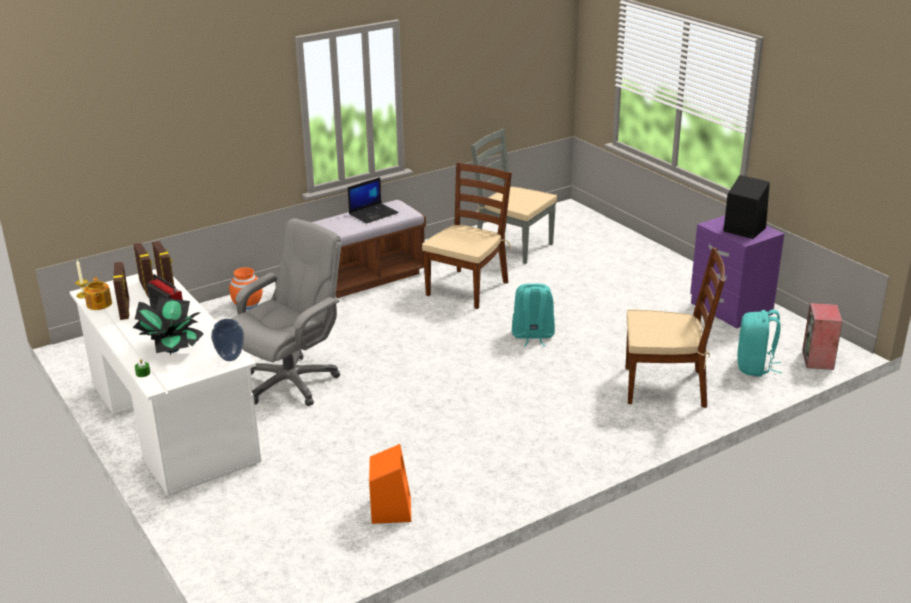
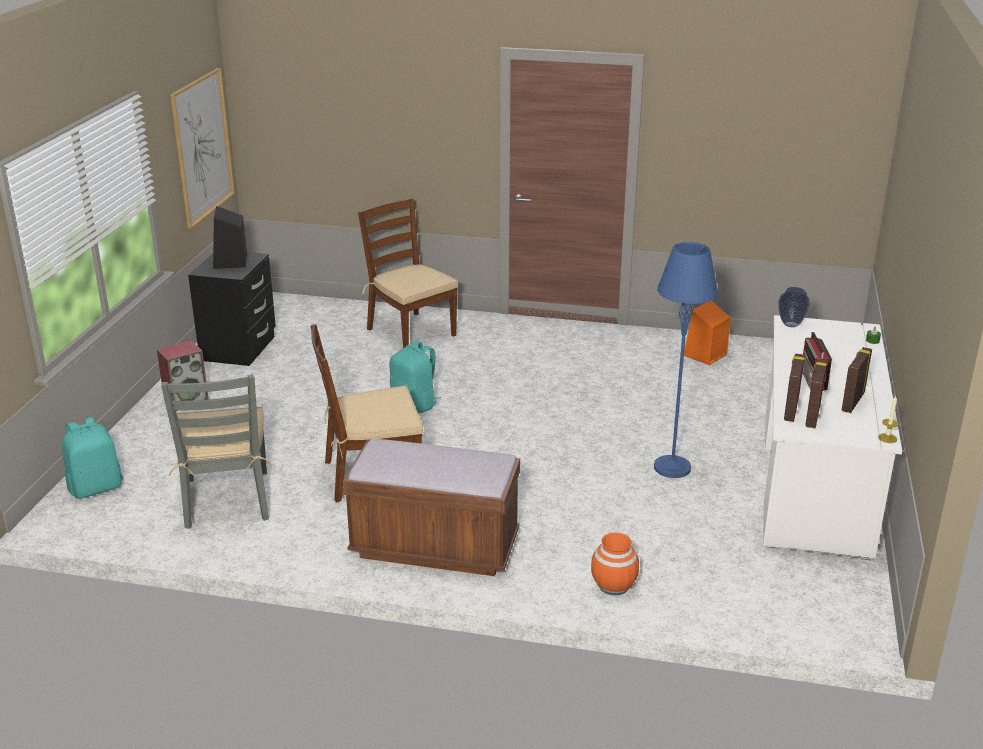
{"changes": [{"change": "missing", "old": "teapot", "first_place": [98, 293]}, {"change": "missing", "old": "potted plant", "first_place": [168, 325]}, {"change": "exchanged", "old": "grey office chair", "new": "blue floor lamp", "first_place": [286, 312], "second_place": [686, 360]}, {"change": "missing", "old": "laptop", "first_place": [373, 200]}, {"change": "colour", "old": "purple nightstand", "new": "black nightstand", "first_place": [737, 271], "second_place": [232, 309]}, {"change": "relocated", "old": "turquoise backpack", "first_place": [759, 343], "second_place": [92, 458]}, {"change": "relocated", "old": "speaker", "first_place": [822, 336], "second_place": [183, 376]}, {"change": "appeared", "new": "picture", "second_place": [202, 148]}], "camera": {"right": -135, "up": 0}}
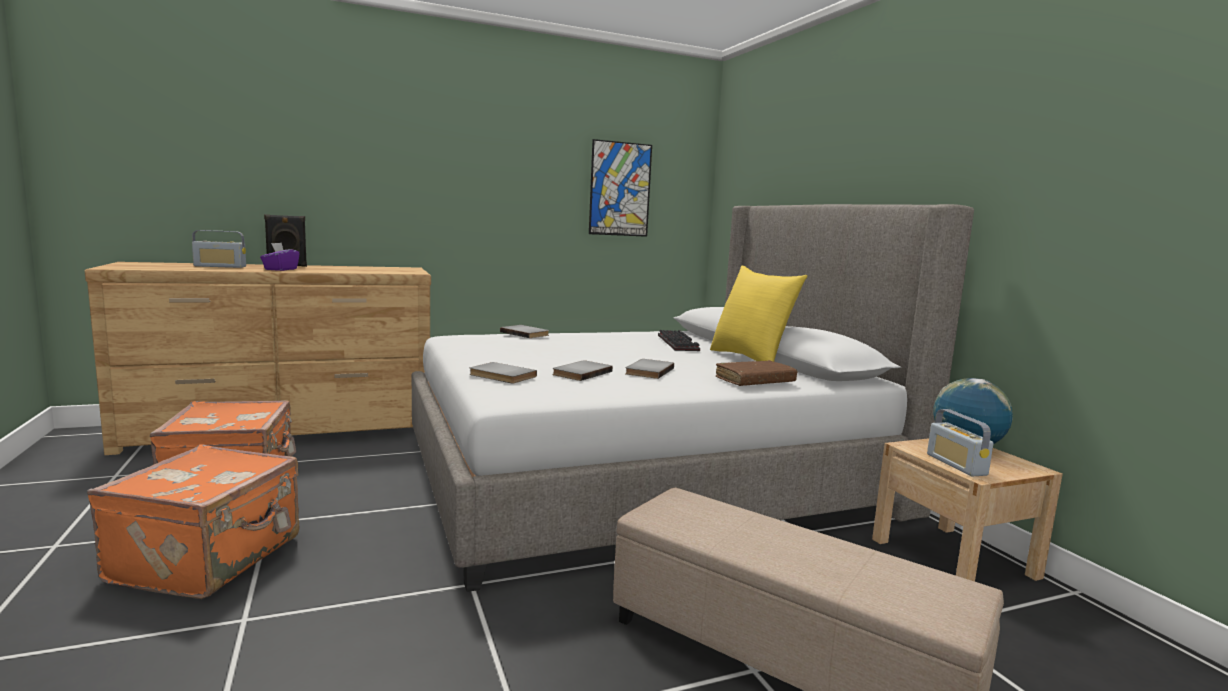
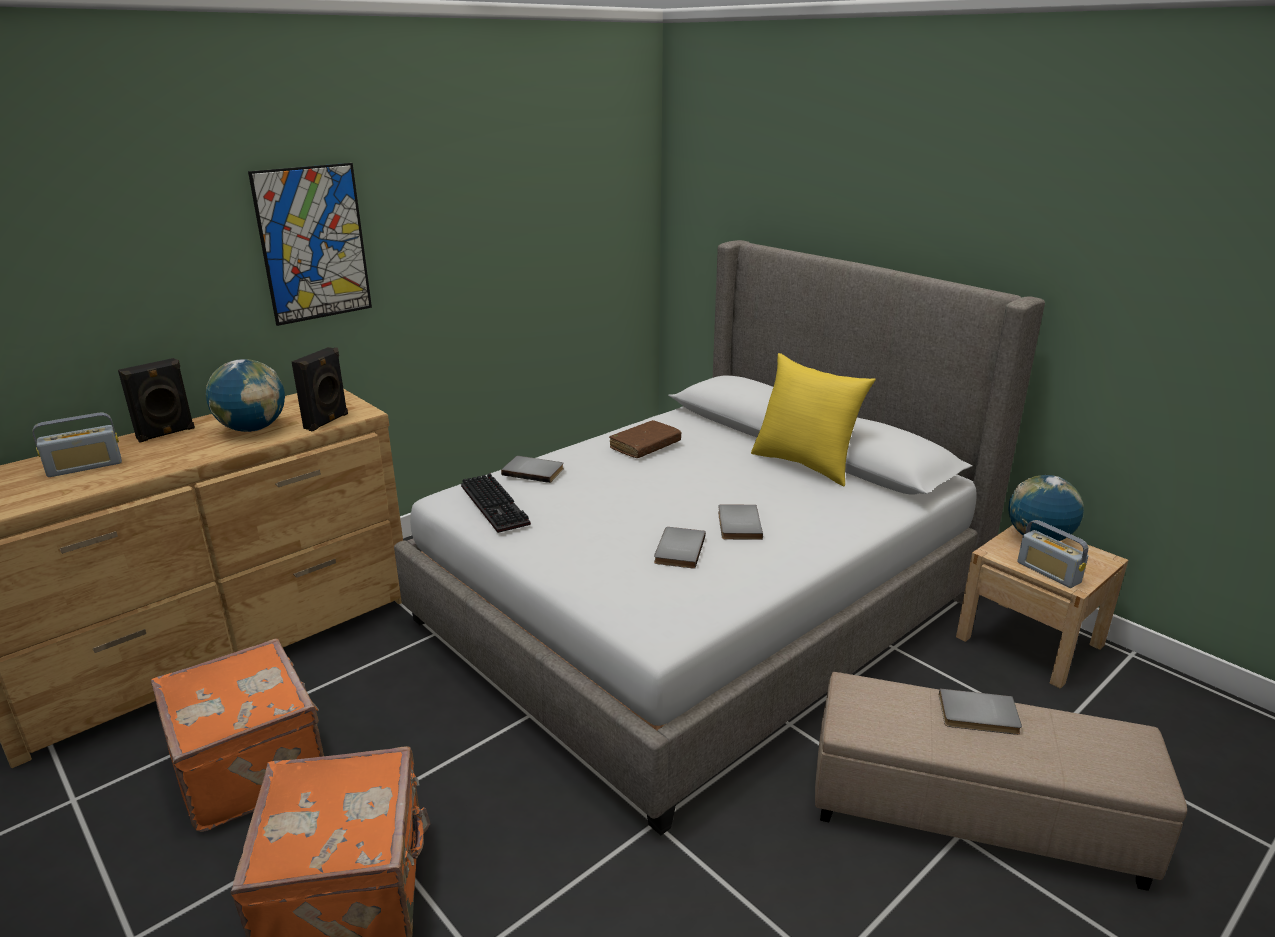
{"changes": [{"change": "missing", "old": "purple tissue box", "first_place": [280, 257]}, {"change": "relocated", "old": "grey book", "first_place": [503, 373], "second_place": [980, 712]}, {"change": "relocated", "old": "picture", "first_place": [620, 188], "second_place": [310, 244]}, {"change": "relocated", "old": "keyboard", "first_place": [679, 340], "second_place": [496, 503]}, {"change": "relocated", "old": "brown book", "first_place": [757, 373], "second_place": [645, 439]}, {"change": "appeared", "new": "globe", "second_place": [245, 395]}, {"change": "appeared", "new": "black speaker", "second_place": [320, 389]}], "camera": {"right": -20, "up": 15}}
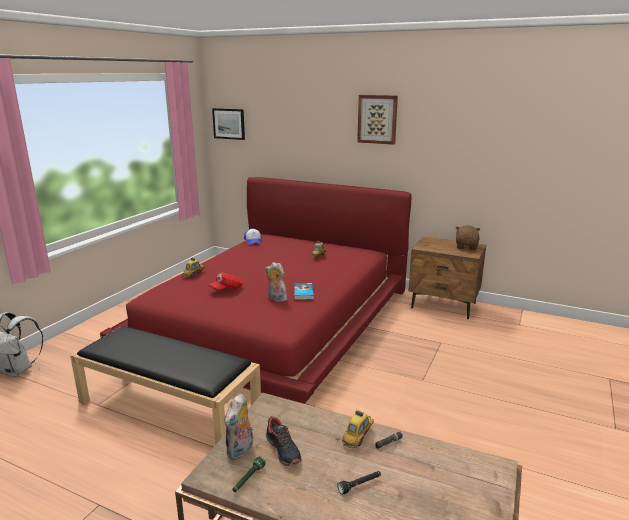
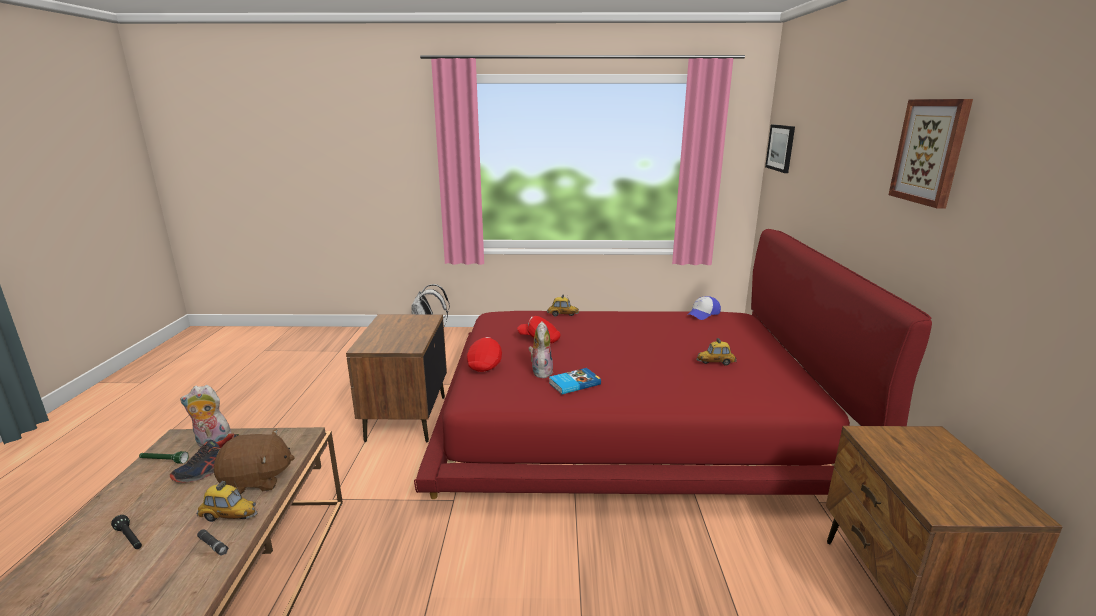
{"changes": [{"change": "exchanged", "old": "black bench", "new": "brown nightstand", "first_place": [165, 386], "second_place": [396, 378]}, {"change": "relocated", "old": "brown plush toy", "first_place": [467, 237], "second_place": [254, 461]}, {"change": "appeared", "new": "red cap", "second_place": [484, 354]}], "camera": {"right": 65, "up": 0}}
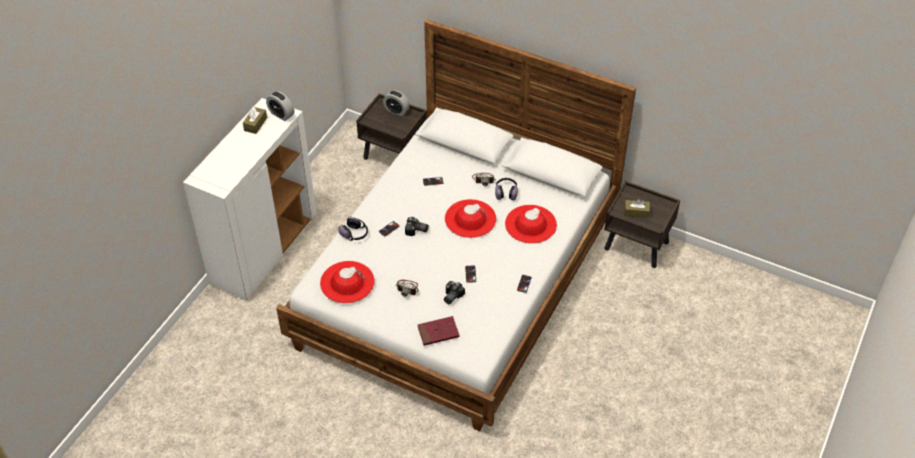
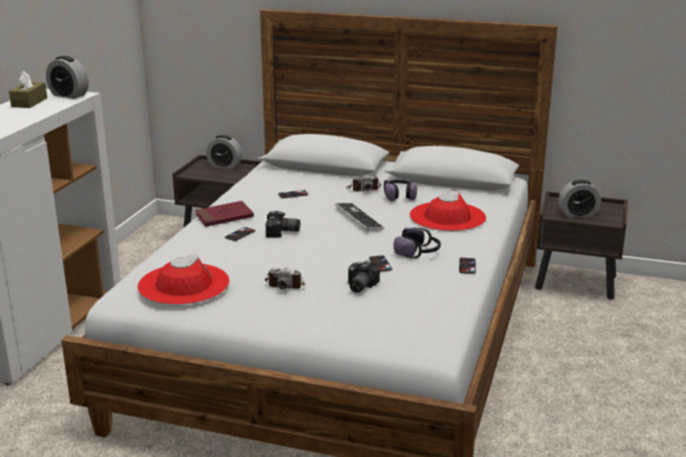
{"changes": [{"change": "relocated", "old": "headphones", "first_place": [353, 228], "second_place": [417, 242]}, {"change": "relocated", "old": "red book", "first_place": [439, 331], "second_place": [224, 214]}, {"change": "exchanged", "old": "red hat", "new": "keyboard", "first_place": [470, 218], "second_place": [359, 217]}, {"change": "exchanged", "old": "brown tissue box", "new": "alarm clock", "first_place": [637, 208], "second_place": [579, 199]}], "camera": {"right": -10, "up": -25}}
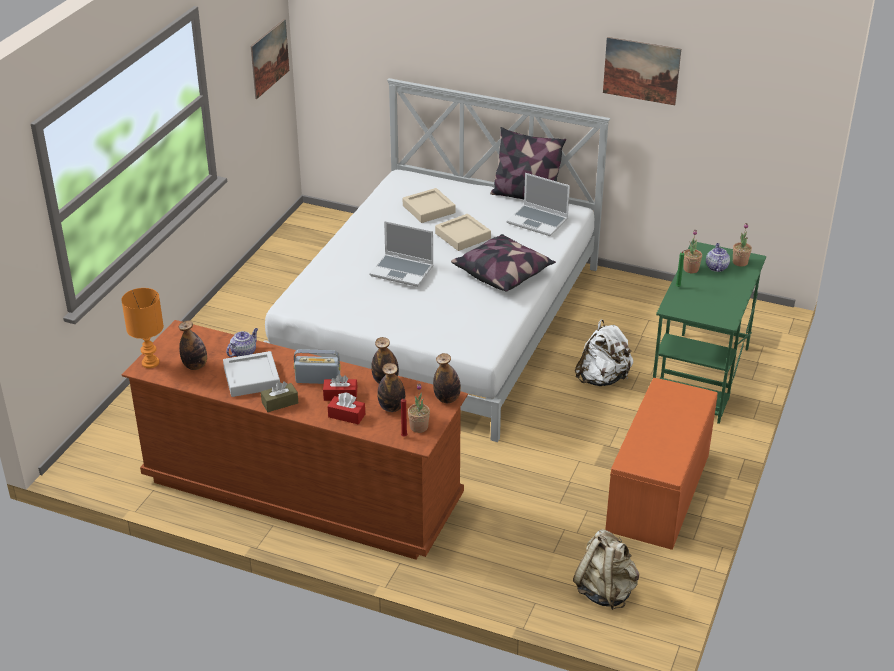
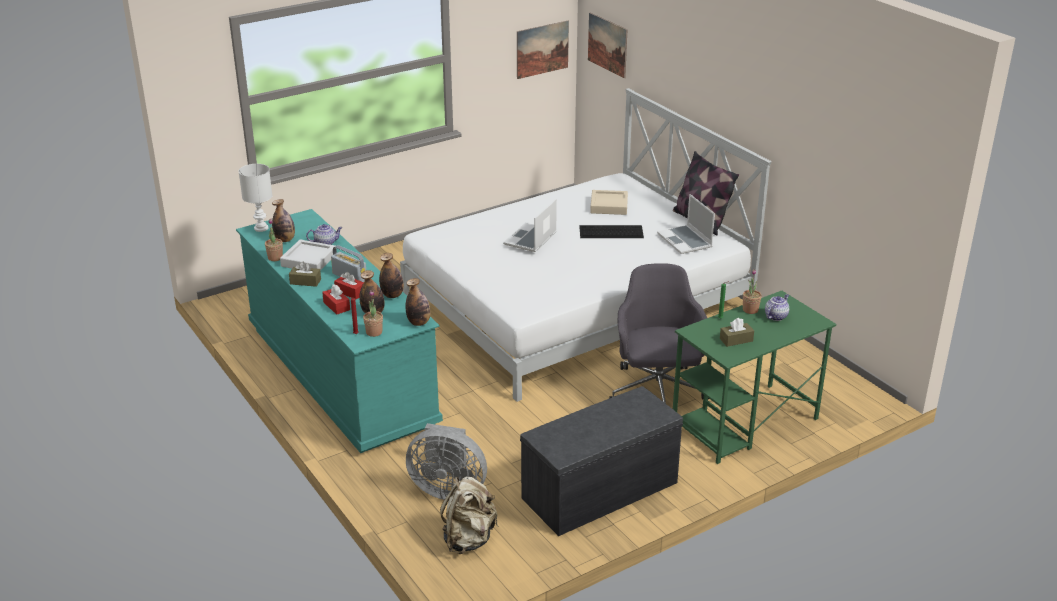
{"changes": [{"change": "colour", "old": "orange table lamp", "new": "white table lamp", "first_place": [142, 328], "second_place": [255, 198]}, {"change": "colour", "old": "brown dresser", "new": "turquoise dresser", "first_place": [295, 440], "second_place": [339, 331]}, {"change": "spun", "old": "laptop", "first_place": [401, 254], "second_place": [530, 225], "degrees": 60}, {"change": "exchanged", "old": "beige tray", "new": "keyboard", "first_place": [463, 232], "second_place": [611, 231]}, {"change": "missing", "old": "pillow", "first_place": [503, 263]}, {"change": "exchanged", "old": "white backpack", "new": "grey office chair", "first_place": [604, 353], "second_place": [659, 333]}, {"change": "relocated", "old": "picture", "first_place": [642, 71], "second_place": [607, 45]}, {"change": "colour", "old": "orange bench", "new": "grey bench", "first_place": [661, 464], "second_place": [601, 461]}, {"change": "relocated", "old": "potted plant", "first_place": [742, 245], "second_place": [274, 240]}, {"change": "appeared", "new": "grey fan", "second_place": [446, 461]}, {"change": "appeared", "new": "brown tissue box", "second_place": [737, 332]}], "camera": {"right": 35, "up": -5}}
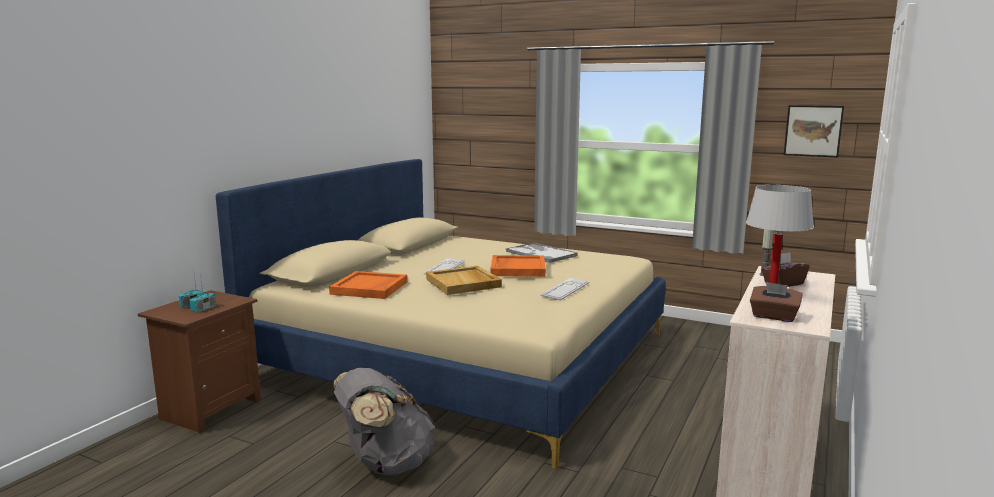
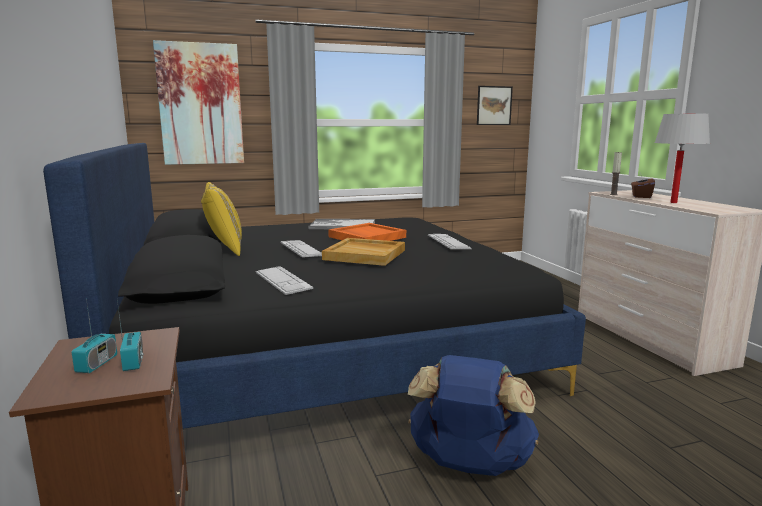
{"changes": [{"change": "colour", "old": "beige bed", "new": "black bed", "first_place": [441, 314], "second_place": [314, 286]}, {"change": "exchanged", "old": "orange tray", "new": "keyboard", "first_place": [368, 285], "second_place": [284, 280]}, {"change": "colour", "old": "grey backpack", "new": "blue backpack", "first_place": [384, 421], "second_place": [473, 415]}, {"change": "missing", "old": "brown tissue box", "first_place": [776, 302]}, {"change": "appeared", "new": "picture", "second_place": [198, 102]}, {"change": "appeared", "new": "yellow pillow", "second_place": [221, 219]}], "camera": {"right": -45, "up": 0}}
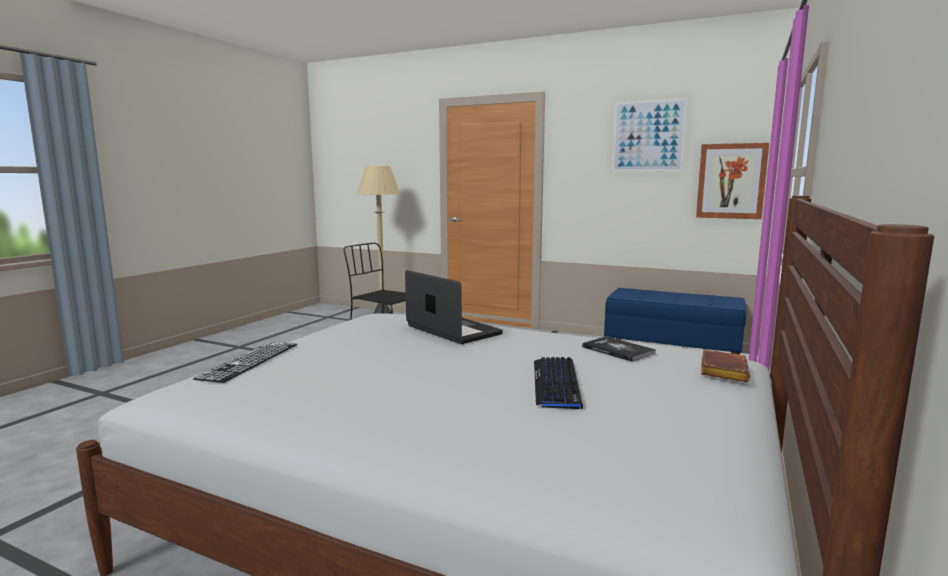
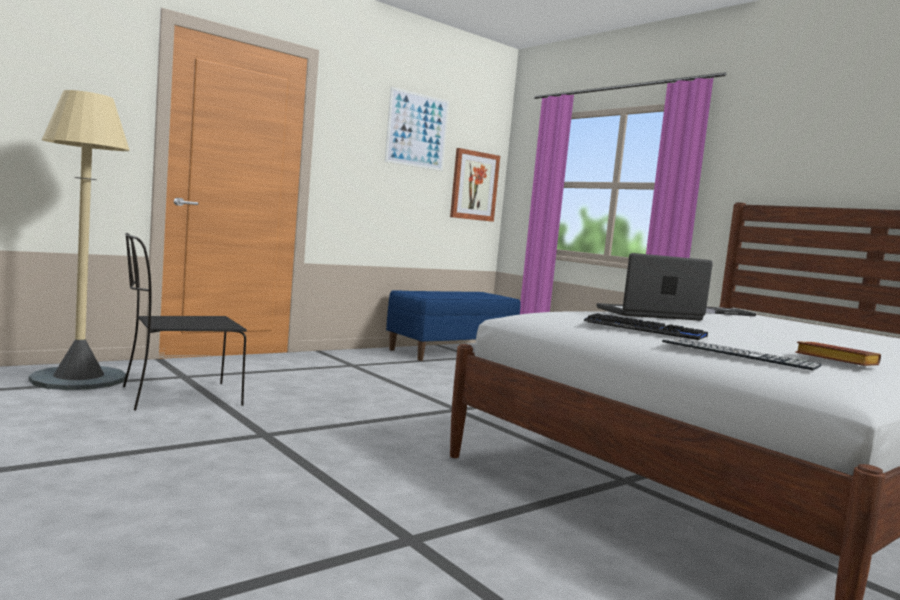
{"changes": [{"change": "relocated", "old": "keyboard", "first_place": [558, 383], "second_place": [645, 326]}, {"change": "relocated", "old": "brown book", "first_place": [725, 365], "second_place": [838, 354]}], "camera": {"right": -65, "up": -5}}
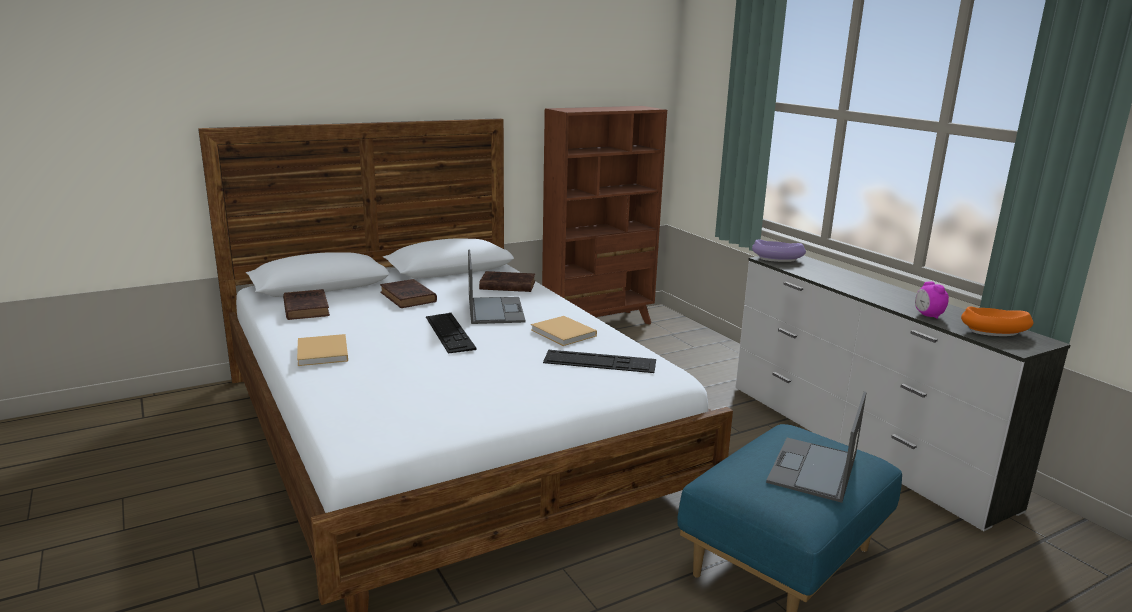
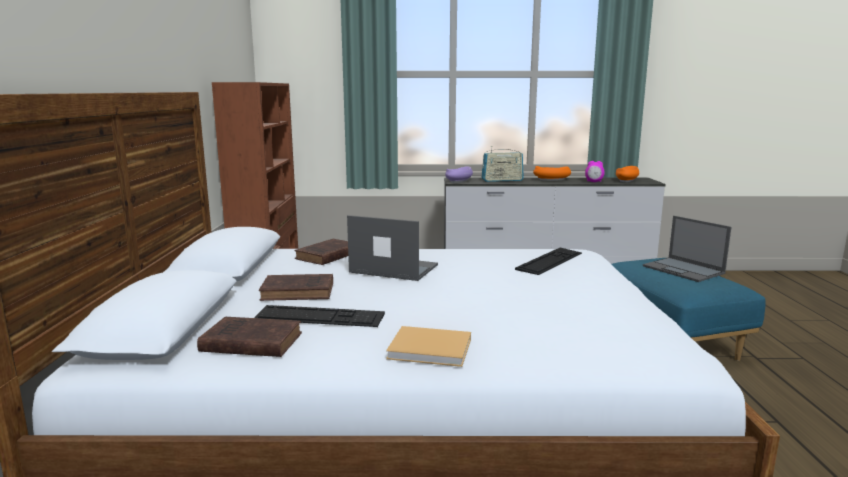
{"changes": [{"change": "relocated", "old": "keyboard", "first_place": [451, 333], "second_place": [319, 316]}, {"change": "missing", "old": "beige book", "first_place": [564, 331]}, {"change": "appeared", "new": "radio", "second_place": [502, 164]}, {"change": "appeared", "new": "orange bowl", "second_place": [552, 173]}], "camera": {"right": -60, "up": -5}}
